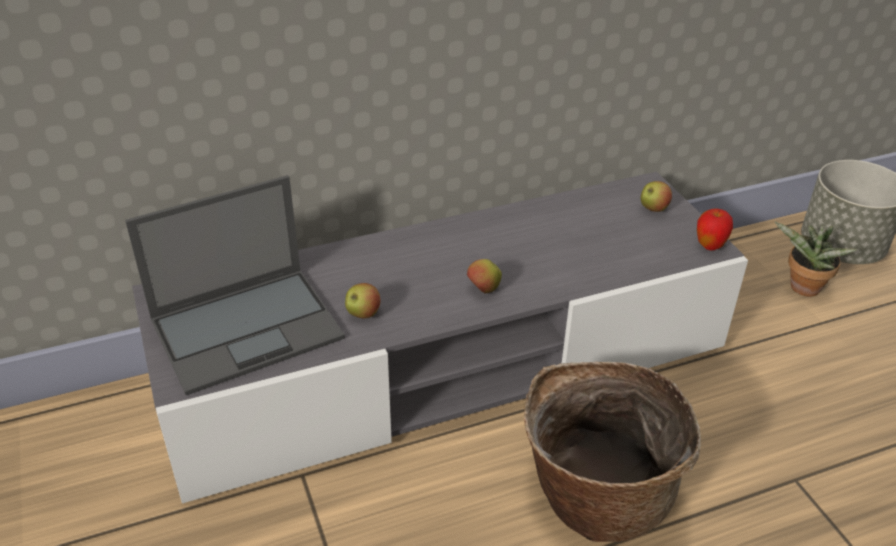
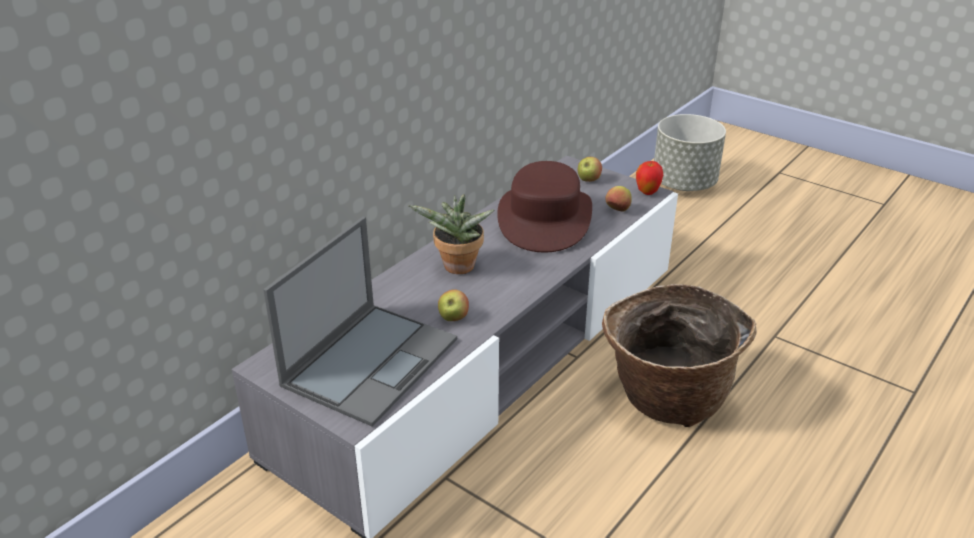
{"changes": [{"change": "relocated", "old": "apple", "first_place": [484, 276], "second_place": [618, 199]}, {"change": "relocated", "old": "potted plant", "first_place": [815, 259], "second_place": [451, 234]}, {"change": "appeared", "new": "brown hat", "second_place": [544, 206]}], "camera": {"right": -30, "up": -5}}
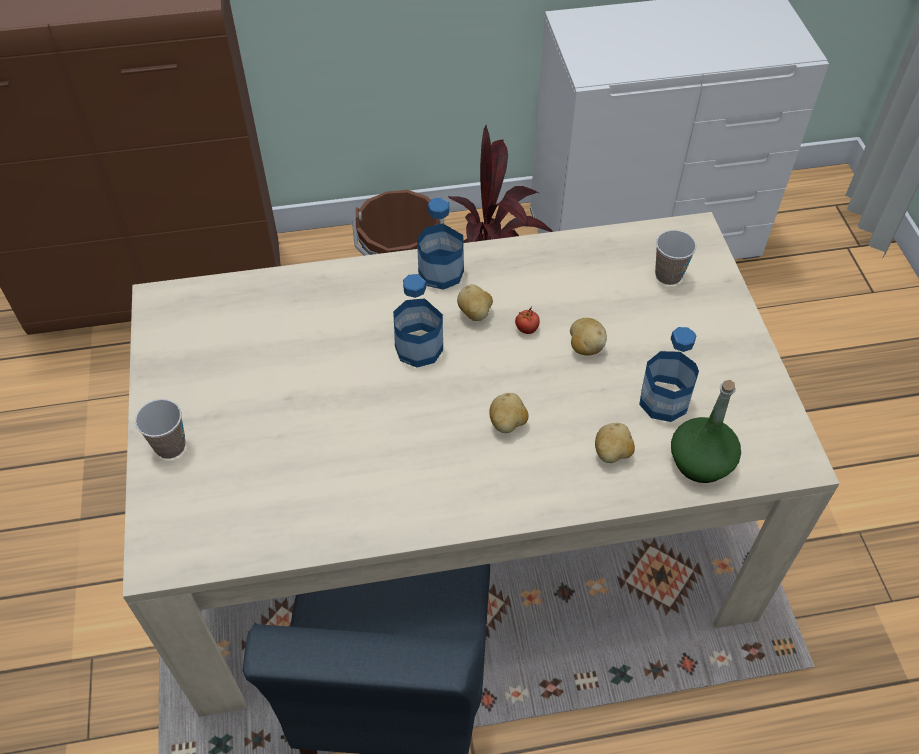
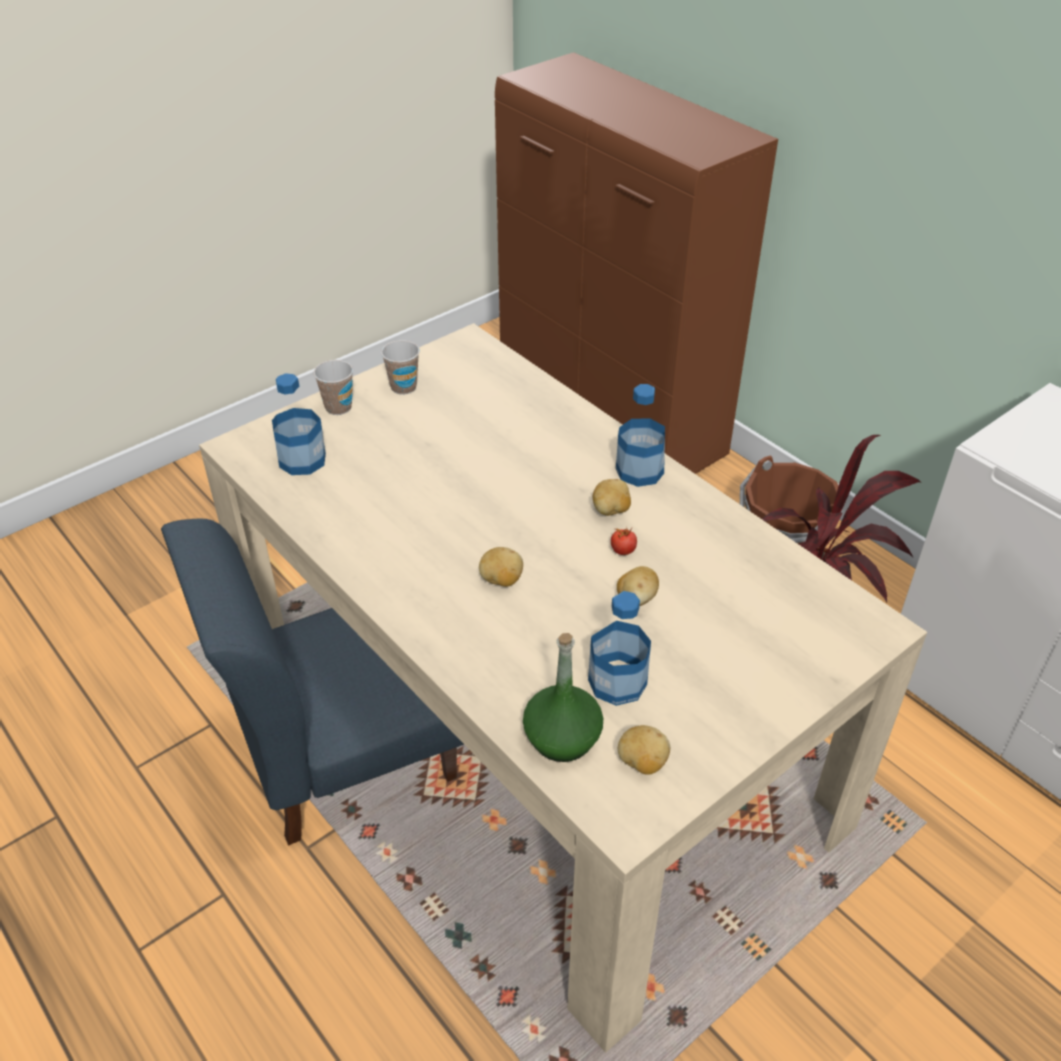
{"changes": [{"change": "relocated", "old": "bottle", "first_place": [418, 321], "second_place": [299, 424]}, {"change": "relocated", "old": "potato", "first_place": [615, 443], "second_place": [644, 750]}, {"change": "relocated", "old": "cup", "first_place": [676, 257], "second_place": [400, 367]}], "camera": {"right": 60, "up": -10}}
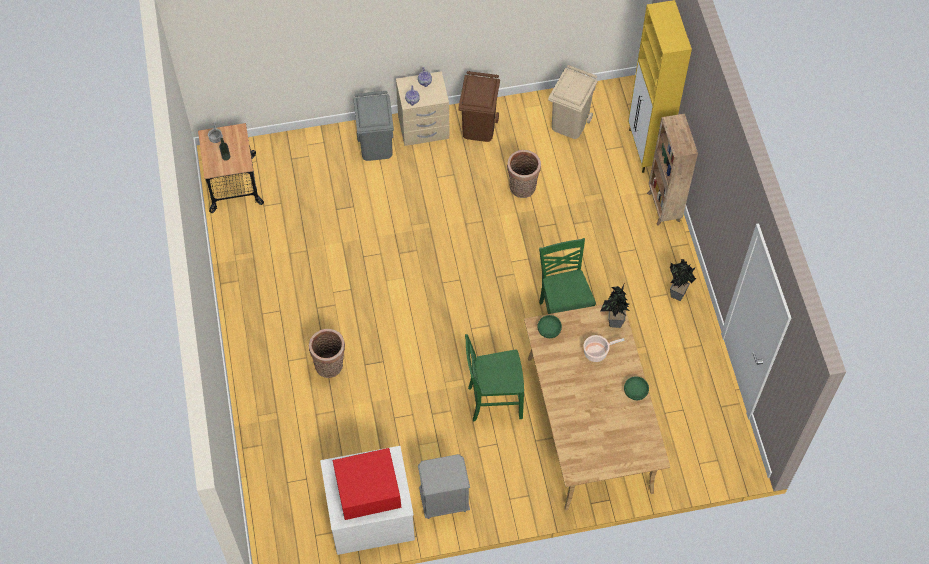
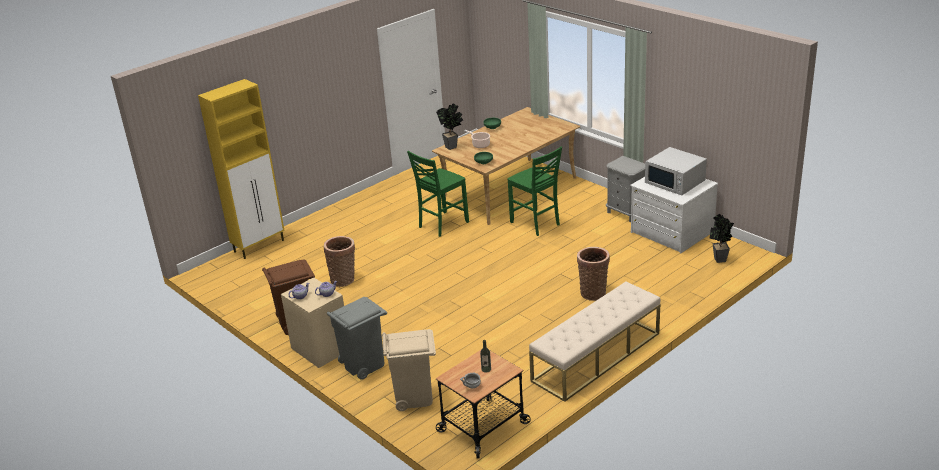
{"changes": [{"change": "colour", "old": "red microwave", "new": "white microwave", "first_place": [367, 484], "second_place": [676, 171]}, {"change": "relocated", "old": "beige trash can", "first_place": [573, 102], "second_place": [409, 370]}, {"change": "missing", "old": "brown bookcase", "first_place": [672, 170]}, {"change": "relocated", "old": "potted plant", "first_place": [683, 280], "second_place": [721, 238]}, {"change": "appeared", "new": "beige bench", "second_place": [594, 342]}], "camera": {"right": -120, "up": -30}}
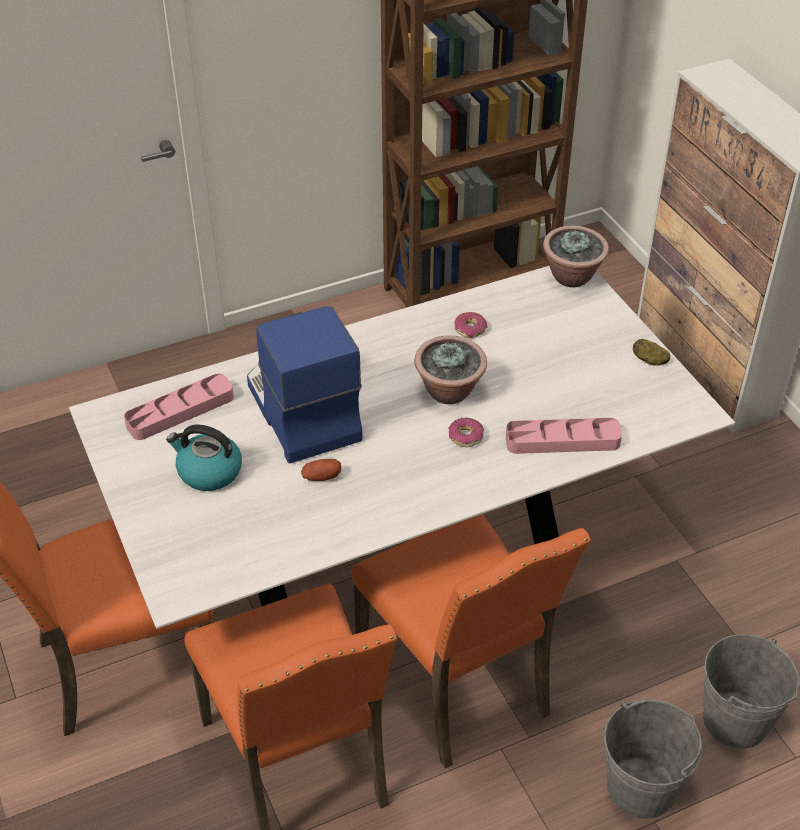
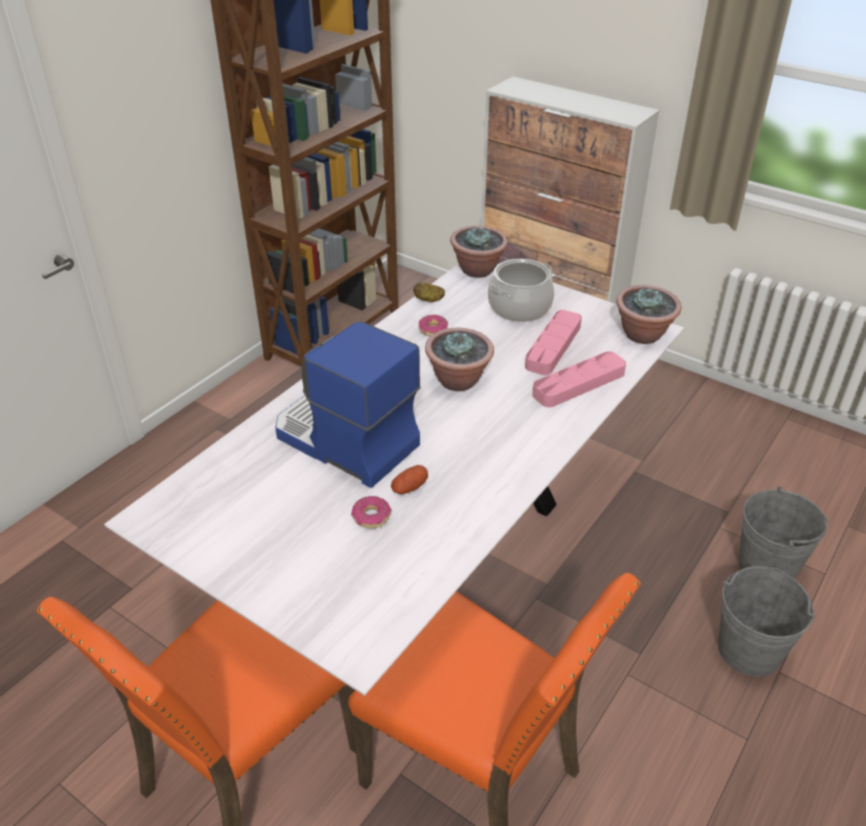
{"changes": [{"change": "relocated", "old": "pink tray", "first_place": [179, 406], "second_place": [553, 342]}, {"change": "missing", "old": "kettle", "first_place": [204, 457]}, {"change": "missing", "old": "orange chair", "first_place": [471, 641]}, {"change": "relocated", "old": "donut", "first_place": [466, 432], "second_place": [371, 512]}, {"change": "relocated", "old": "potato", "first_place": [651, 352], "second_place": [429, 292]}, {"change": "appeared", "new": "cooking pot", "second_place": [521, 290]}, {"change": "appeared", "new": "potted plant", "second_place": [649, 314]}], "camera": {"right": -30, "up": -5}}
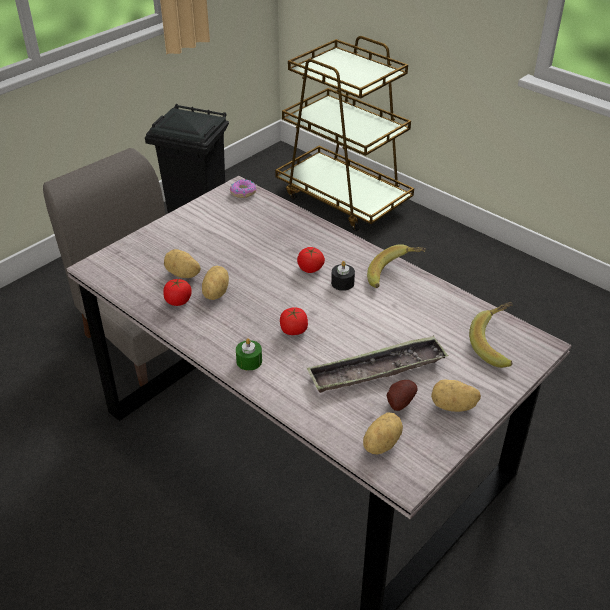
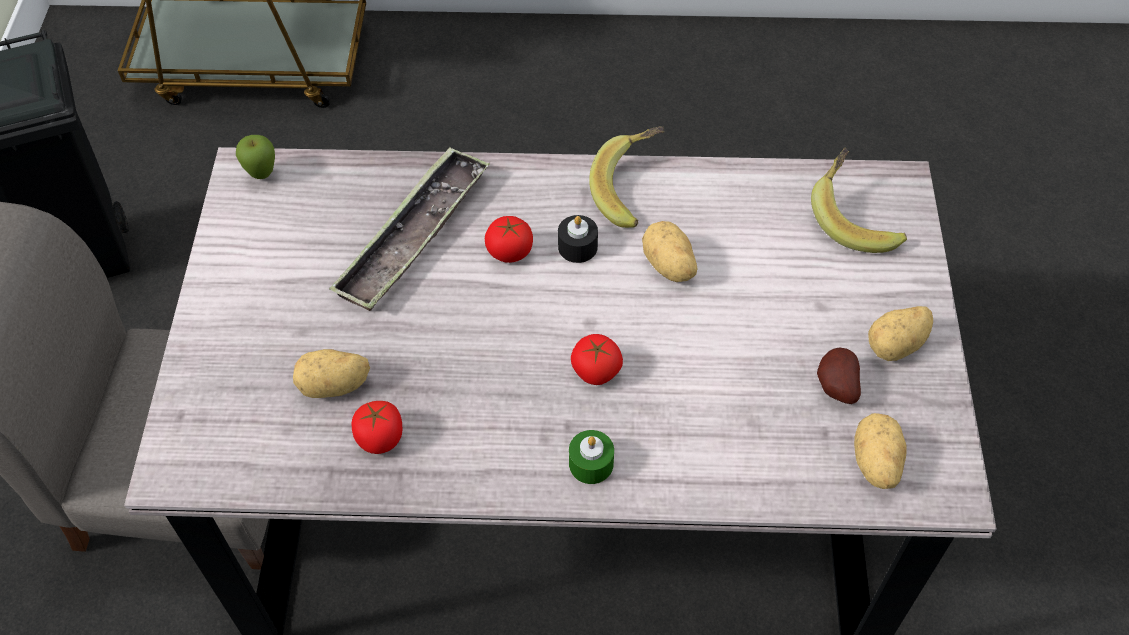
{"changes": [{"change": "relocated", "old": "potato", "first_place": [215, 283], "second_place": [670, 251]}, {"change": "exchanged", "old": "donut", "new": "apple", "first_place": [243, 188], "second_place": [255, 157]}, {"change": "relocated", "old": "tray", "first_place": [377, 364], "second_place": [409, 229]}], "camera": {"right": -40, "up": 15}}
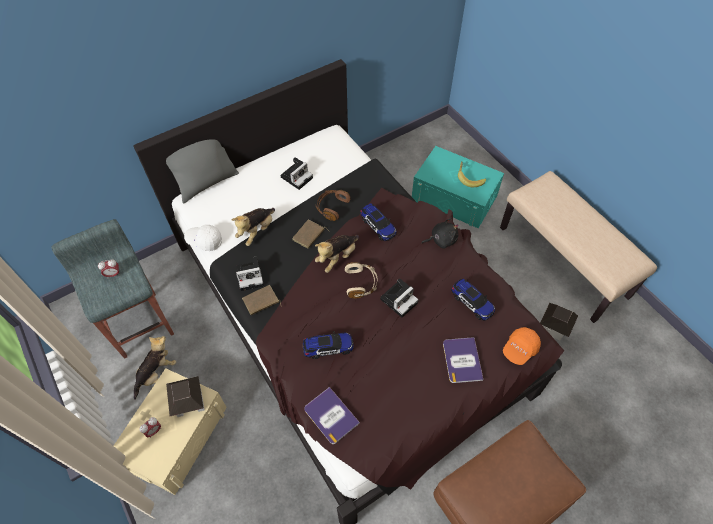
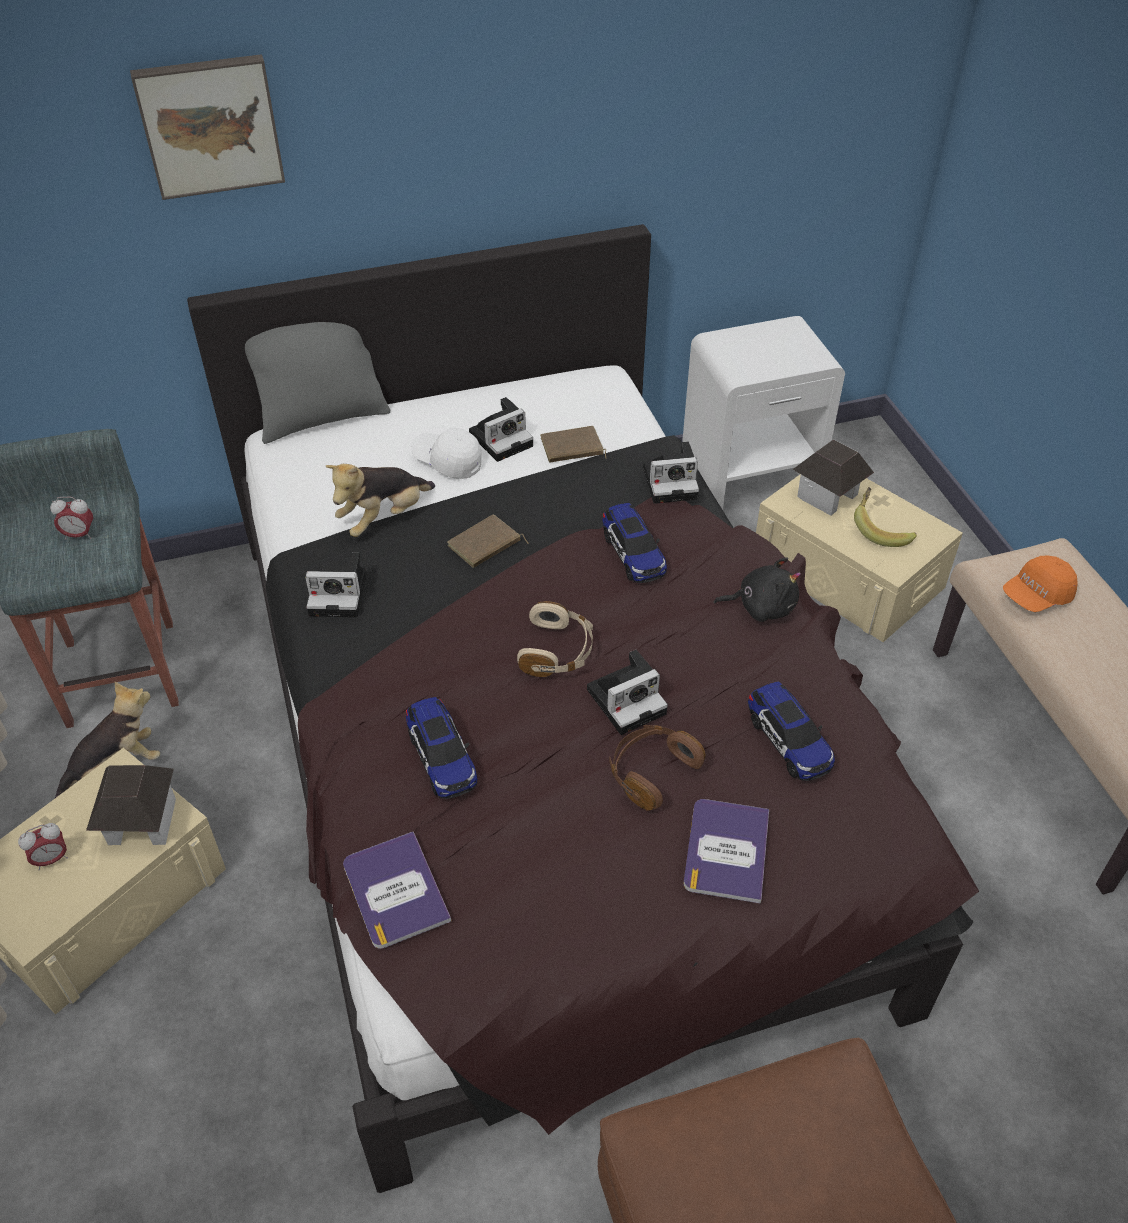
{"changes": [{"change": "relocated", "old": "white cap", "first_place": [203, 238], "second_place": [446, 453]}, {"change": "relocated", "old": "brown book", "first_place": [262, 300], "second_place": [573, 444]}, {"change": "spun", "old": "toy car", "first_place": [328, 345], "second_place": [441, 748], "degrees": 60}, {"change": "missing", "old": "plush toy", "first_place": [337, 254]}, {"change": "relocated", "old": "brown headphones", "first_place": [333, 205], "second_place": [657, 768]}, {"change": "colour", "old": "turquoise storage box", "new": "beige storage box", "first_place": [458, 187], "second_place": [859, 558]}, {"change": "relocated", "old": "orange cap", "first_place": [522, 346], "second_place": [1040, 583]}, {"change": "relocated", "old": "toy house", "first_place": [559, 321], "second_place": [833, 477]}, {"change": "appeared", "new": "picture", "second_place": [207, 127]}, {"change": "appeared", "new": "photo camera", "second_place": [671, 472]}, {"change": "appeared", "new": "white nightstand", "second_place": [763, 413]}], "camera": {"right": 15, "up": -10}}
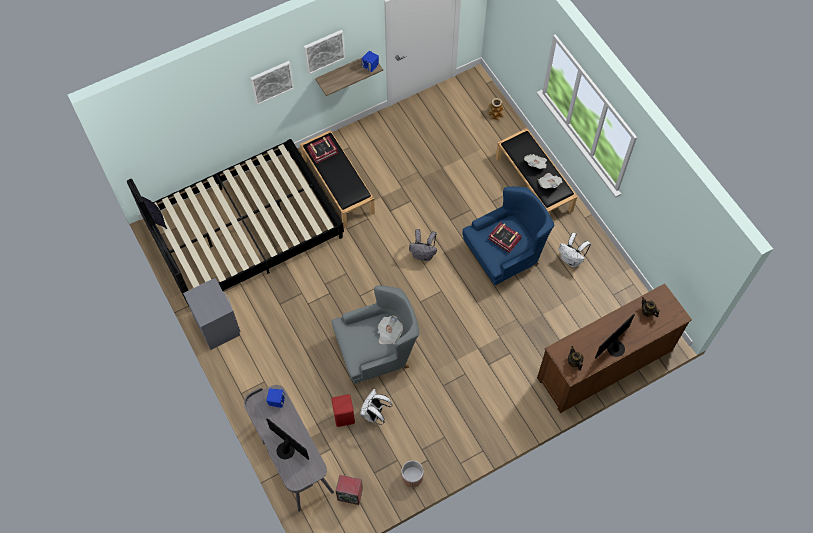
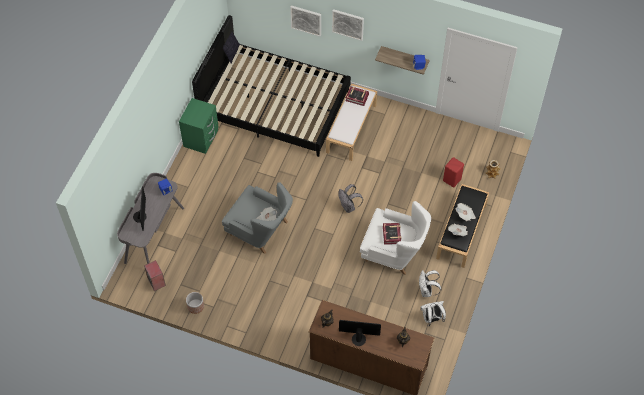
{"changes": [{"change": "colour", "old": "grey nightstand", "new": "green nightstand", "first_place": [212, 314], "second_place": [199, 126]}, {"change": "colour", "old": "black bench", "new": "white bench", "first_place": [337, 179], "second_place": [351, 122]}, {"change": "relocated", "old": "picture", "first_place": [324, 52], "second_place": [305, 21]}, {"change": "relocated", "old": "red stool", "first_place": [343, 410], "second_place": [453, 172]}, {"change": "relocated", "old": "white backpack", "first_place": [376, 407], "second_place": [433, 313]}, {"change": "colour", "old": "blue armchair", "new": "white armchair", "first_place": [508, 236], "second_place": [395, 238]}], "camera": {"right": 50, "up": -5}}
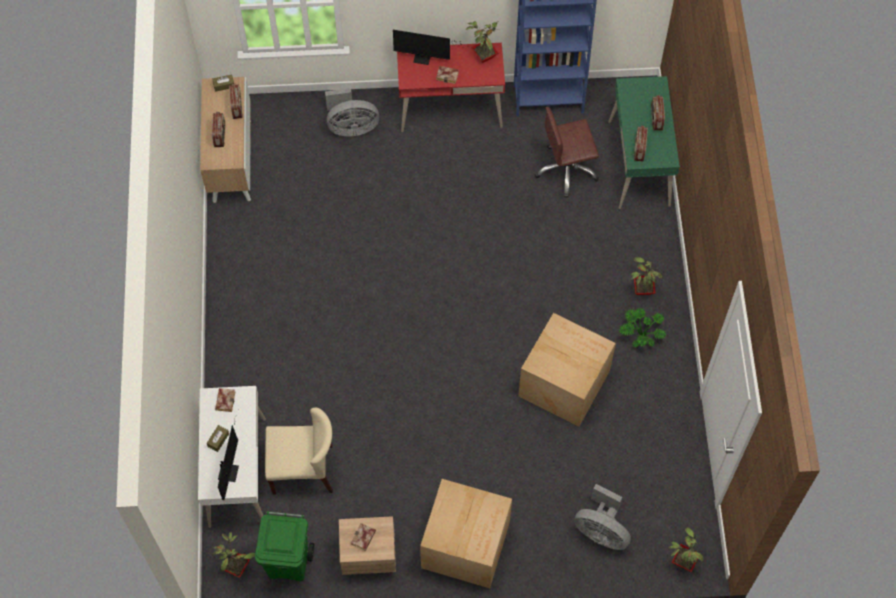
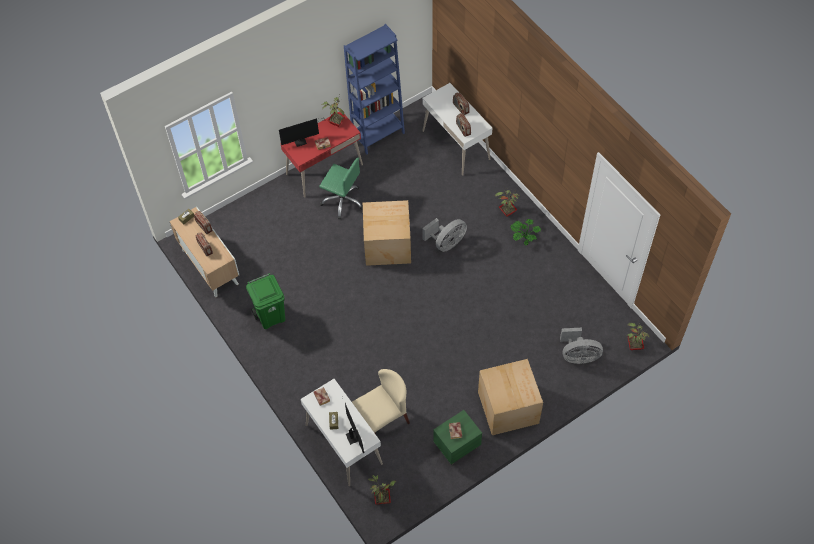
{"changes": [{"change": "relocated", "old": "green trash can", "first_place": [284, 546], "second_place": [265, 301]}, {"change": "relocated", "old": "grey fan", "first_place": [352, 112], "second_place": [444, 235]}, {"change": "colour", "old": "beige nightstand", "new": "green nightstand", "first_place": [367, 545], "second_place": [457, 437]}, {"change": "relocated", "old": "cardboard box", "first_place": [567, 369], "second_place": [387, 233]}, {"change": "missing", "old": "brown office chair", "first_place": [567, 152]}, {"change": "colour", "old": "green desk", "new": "white desk", "first_place": [644, 142], "second_place": [457, 129]}, {"change": "appeared", "new": "green office chair", "second_place": [341, 188]}], "camera": {"right": -30, "up": -5}}
